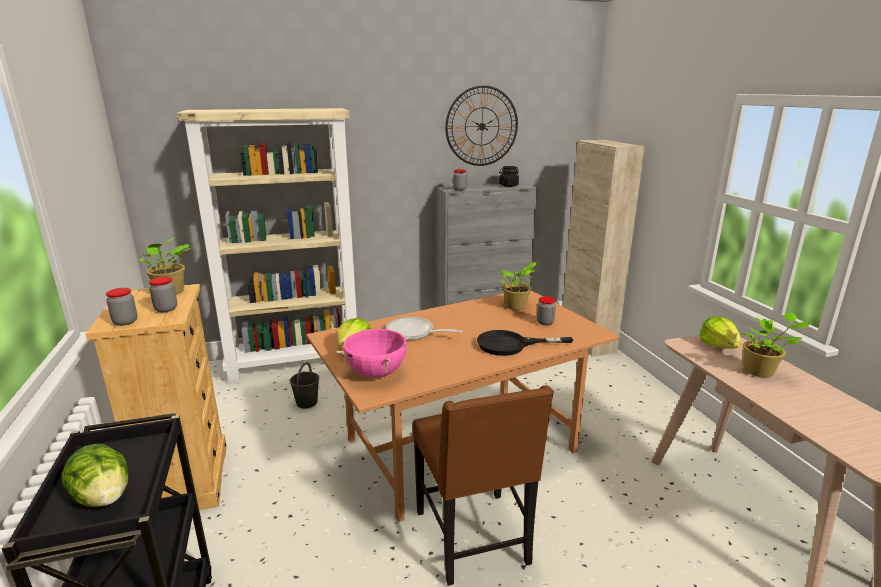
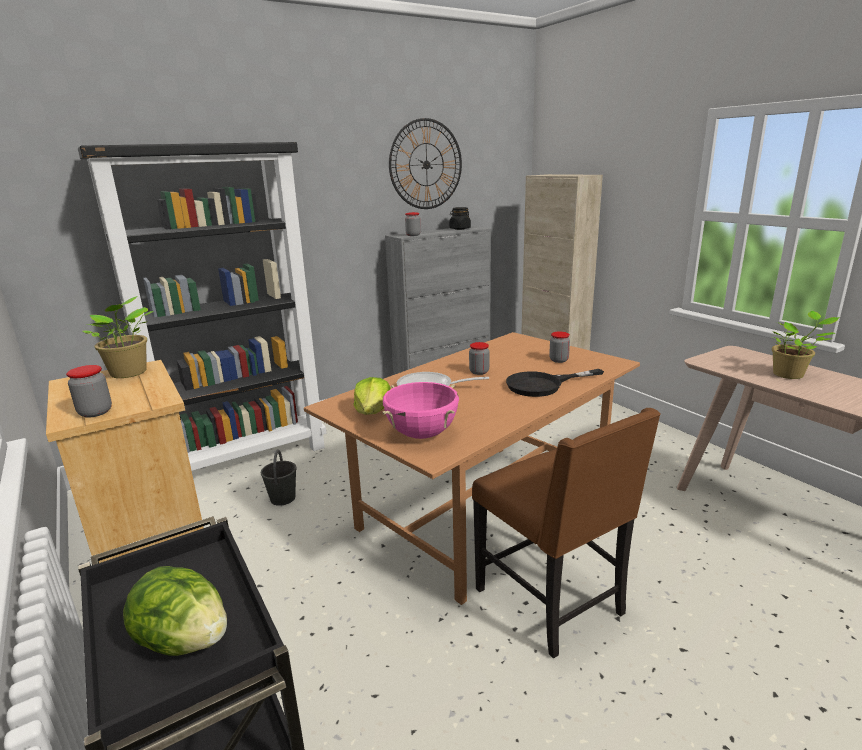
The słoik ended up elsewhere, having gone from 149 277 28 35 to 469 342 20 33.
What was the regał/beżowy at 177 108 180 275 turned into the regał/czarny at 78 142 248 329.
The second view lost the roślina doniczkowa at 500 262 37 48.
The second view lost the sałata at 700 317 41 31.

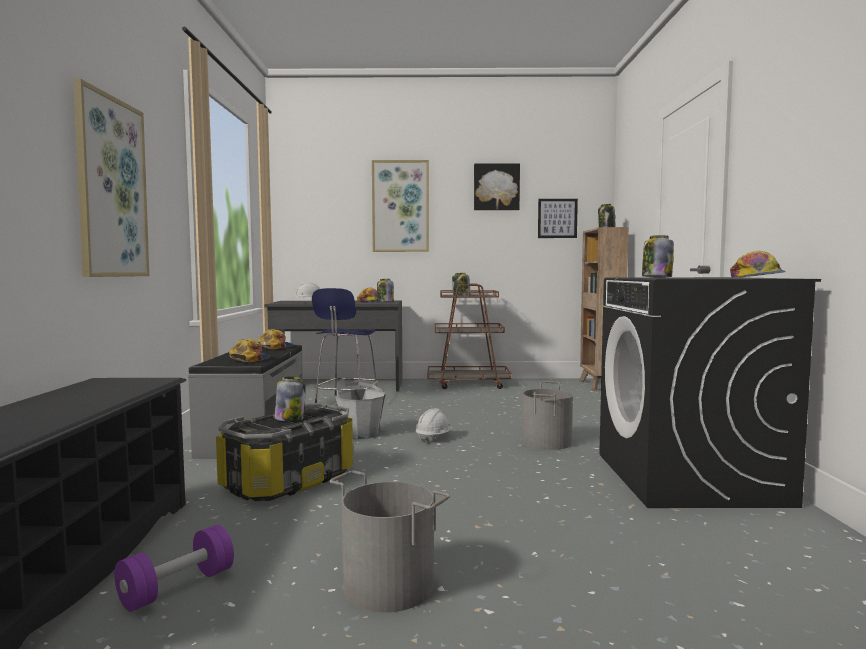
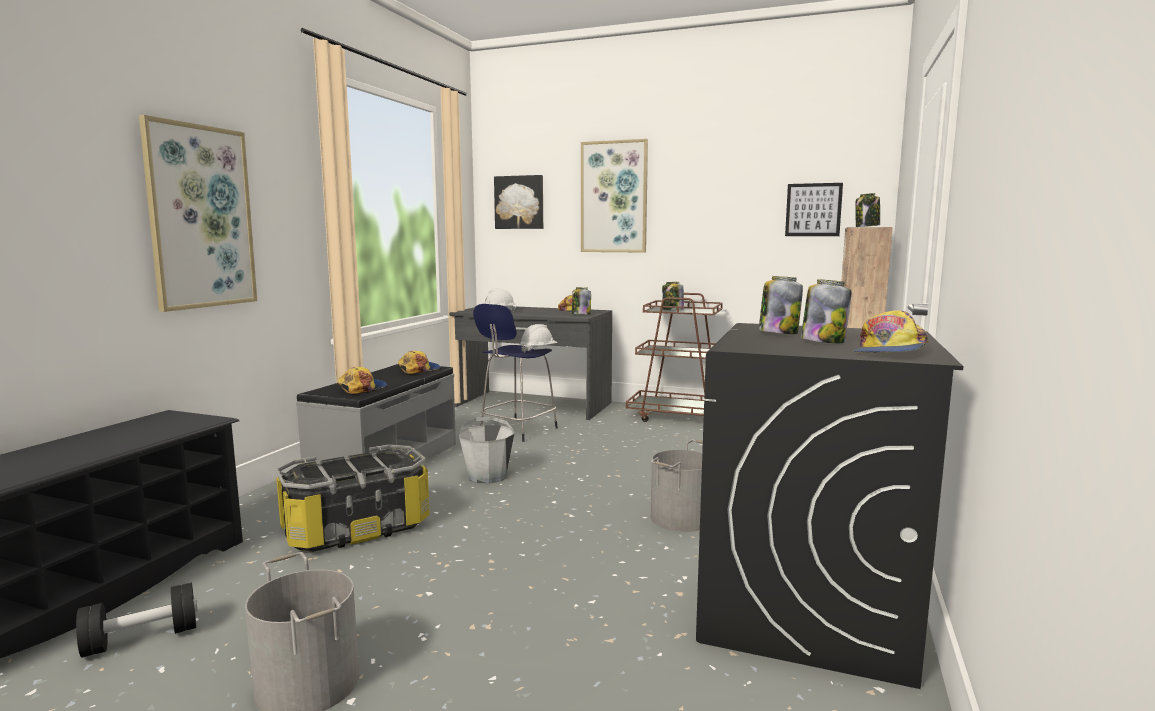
What was the hantel/fioletowy at 114 525 120 87 turned into the hantel/czarny at 76 583 121 75.
The słoik ended up elsewhere, having gone from 274 376 32 45 to 801 279 50 64.
The kask/biały ended up elsewhere, having gone from 415 409 38 34 to 520 324 38 29.
The obraz ended up elsewhere, having gone from 474 163 46 47 to 494 175 49 54.

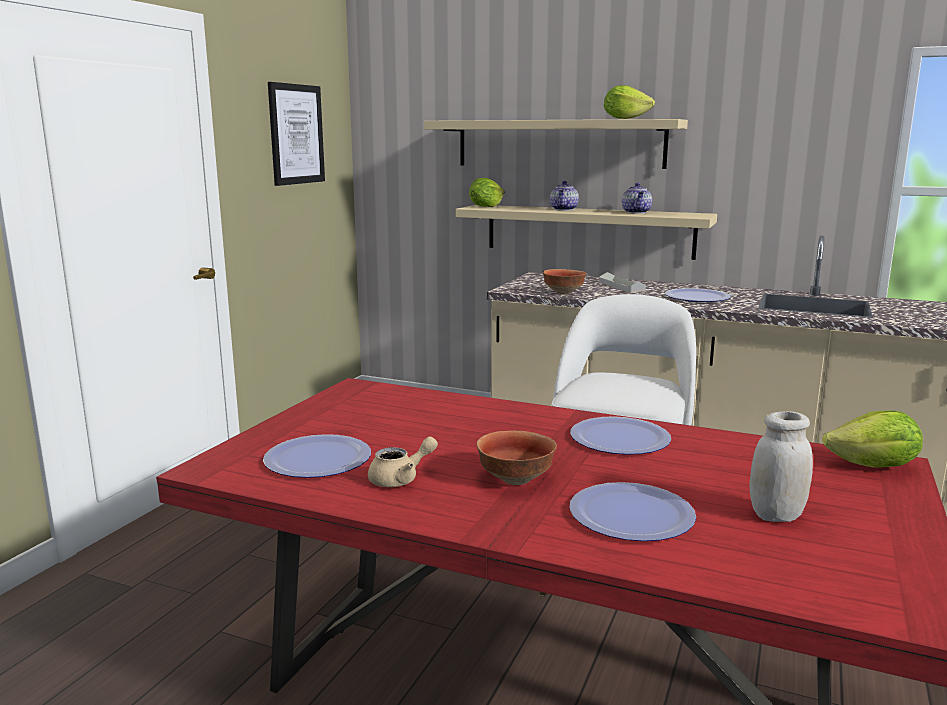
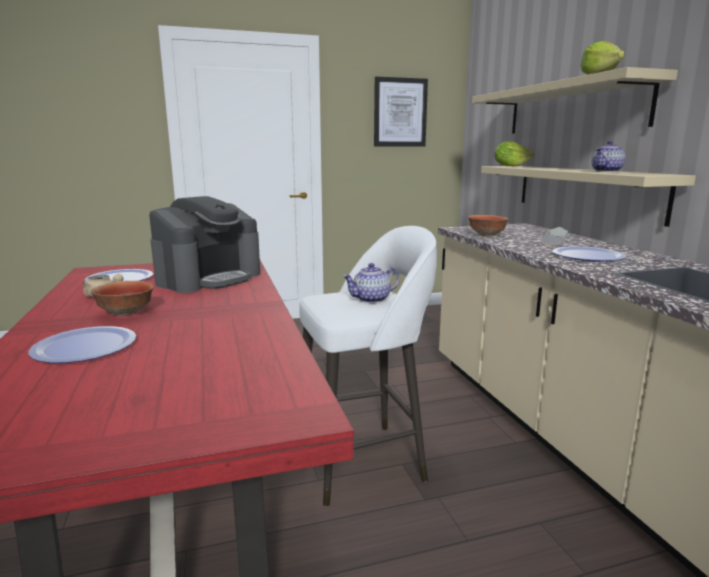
The imbryk ended up elsewhere, having gone from 550 181 29 30 to 342 263 58 40.
The second view lost the talerz at 570 416 101 39.
The second view lost the słoik/biały at 750 411 63 111.
The second view lost the sałata at 823 411 100 57.
The second view gained the ekspres do kawy at 149 196 111 97.

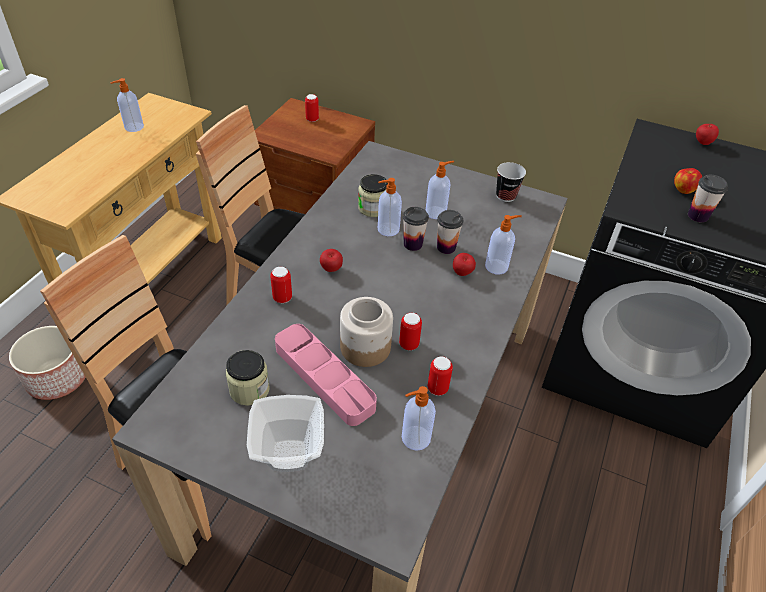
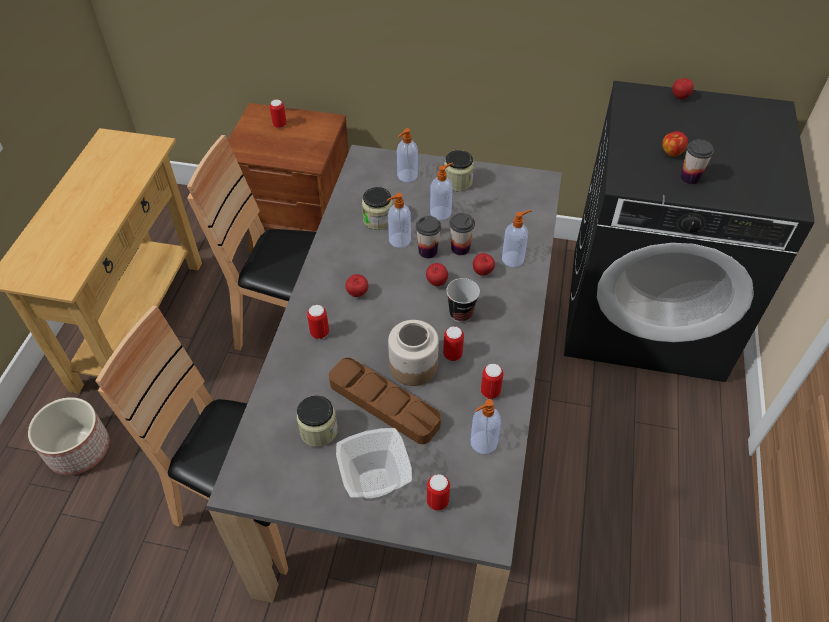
The dozownik mydła ended up elsewhere, having gone from 111 78 33 54 to 397 128 21 54.
What was the taca/różowy at 275 324 102 102 turned into the taca/brązowy at 329 357 112 87.
The filiżanka ended up elsewhere, having gone from 496 162 30 40 to 446 278 34 44.
The second view gained the jabłko at 426 263 22 23.
The second view gained the puszka at 427 474 23 37.
The second view gained the słoik at 444 150 30 41.

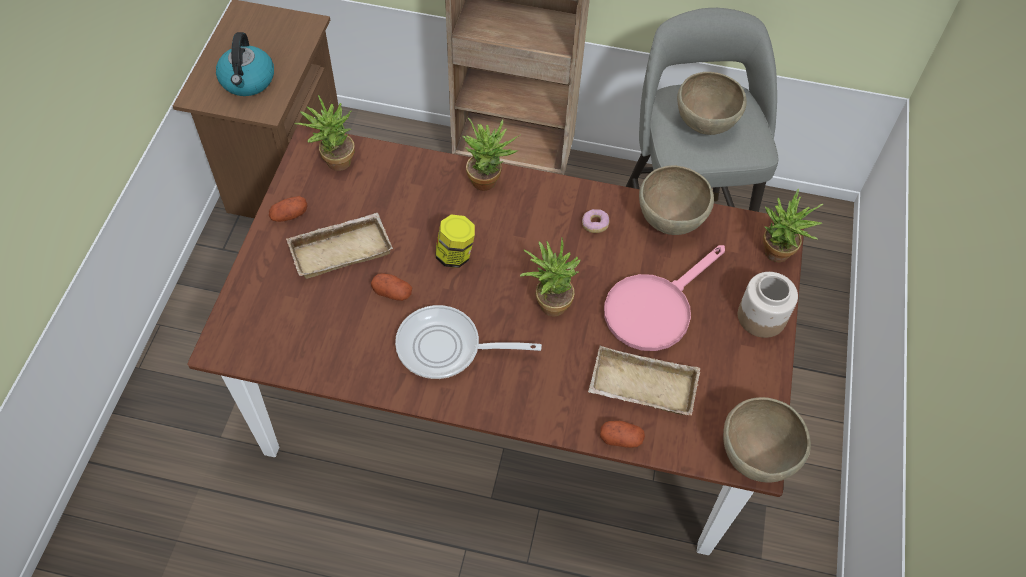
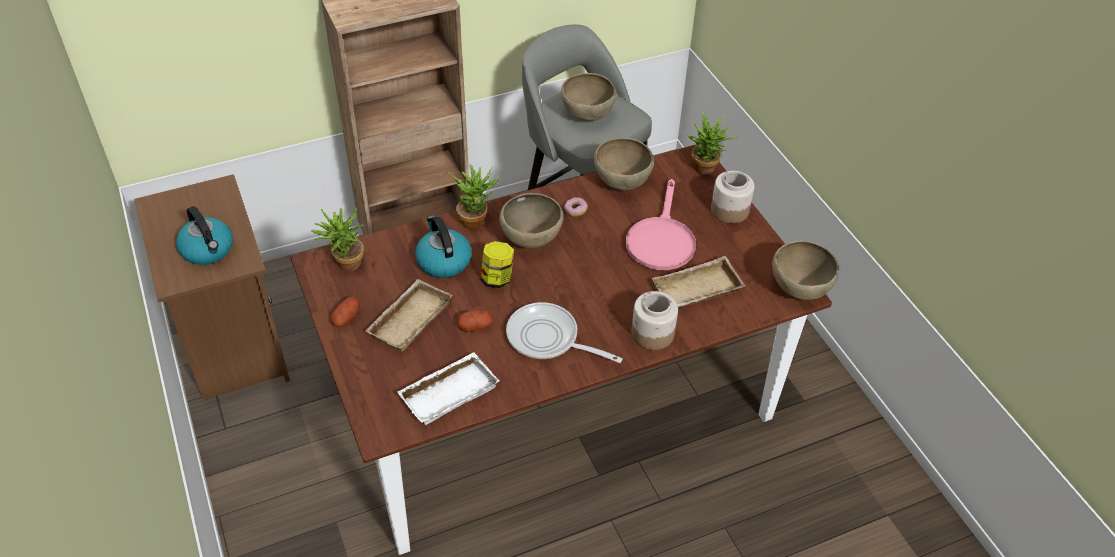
The patelnia at 395 305 147 74 ended up facing another way, 60 degrees clockwise from before.
The second view lost the roślina doniczkowa at 520 238 61 78.
The second view lost the ziemniak at 600 421 45 27.
The second view gained the taca/biały at 397 352 102 73.
The second view gained the czajnik at 415 215 57 63.
The second view gained the miska/brązowy at 499 193 64 55.
The second view gained the słoik at 631 291 47 59.

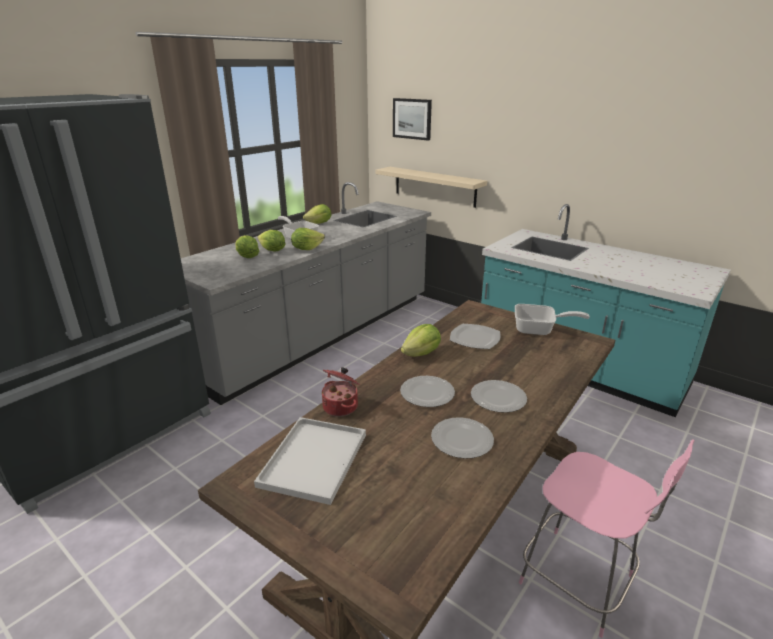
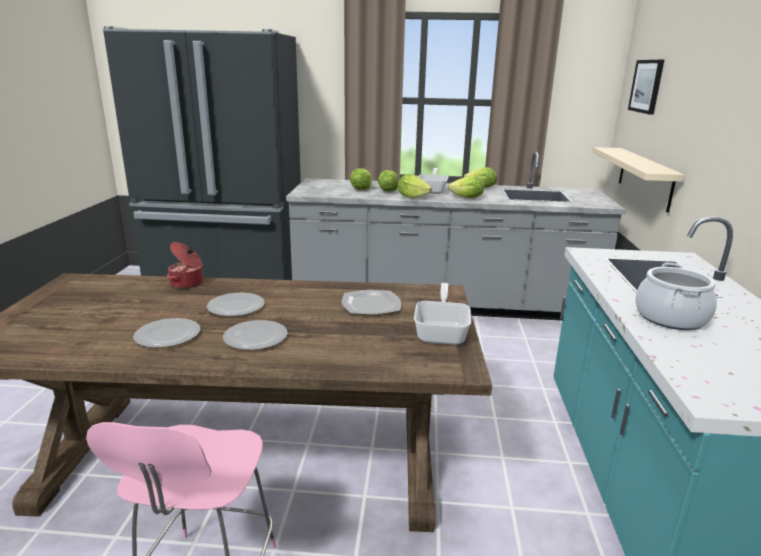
The second view lost the taca/biały at 254 417 112 88.
The sałata ended up elsewhere, having gone from 401 324 40 33 to 448 176 36 22.
The patelnia at 515 304 75 31 ended up facing another way, 150 degrees counterclockwise from before.
The second view gained the garnek at 635 263 82 67.

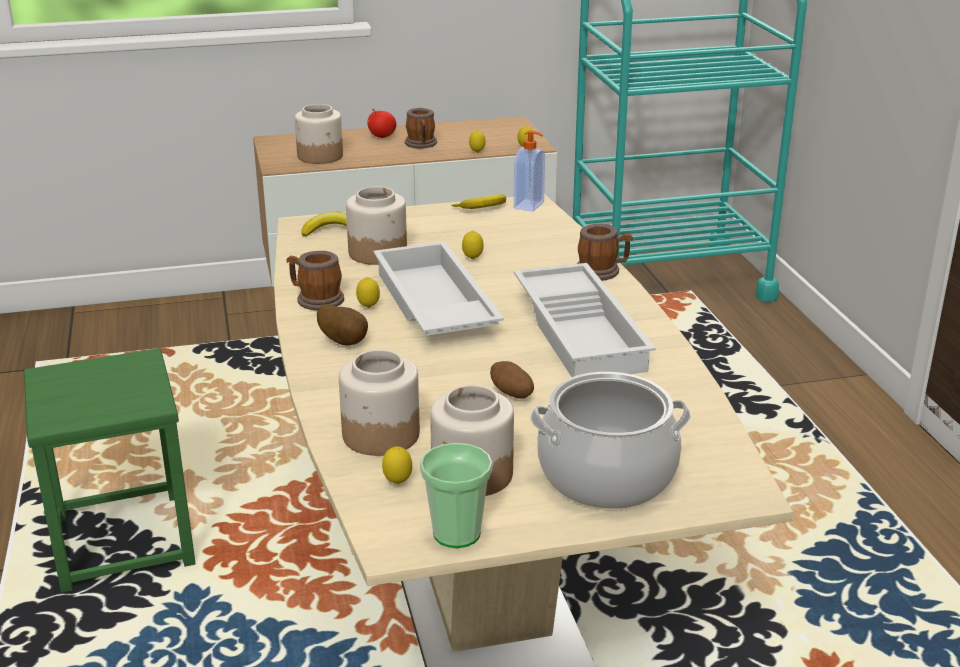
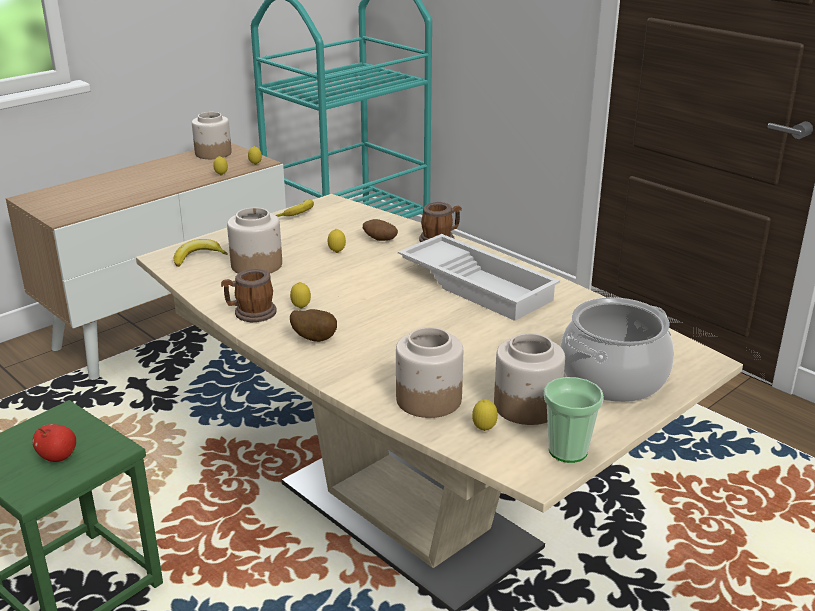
The słoik ended up elsewhere, having gone from 295 104 48 60 to 192 112 40 47.
The jabłko ended up elsewhere, having gone from 367 109 29 29 to 33 424 43 38.
The second view lost the taca/biały at 373 241 131 95.
The second view lost the kubek at 405 108 32 41.
The ziemniak ended up elsewhere, having gone from 490 361 44 38 to 363 219 35 22.
The second view lost the dozownik mydła at 514 131 31 81.

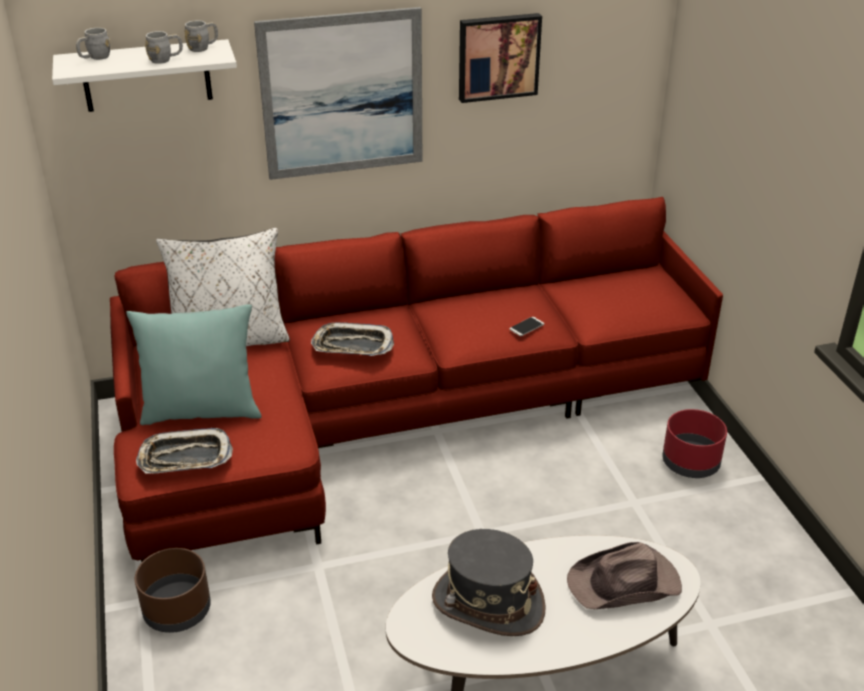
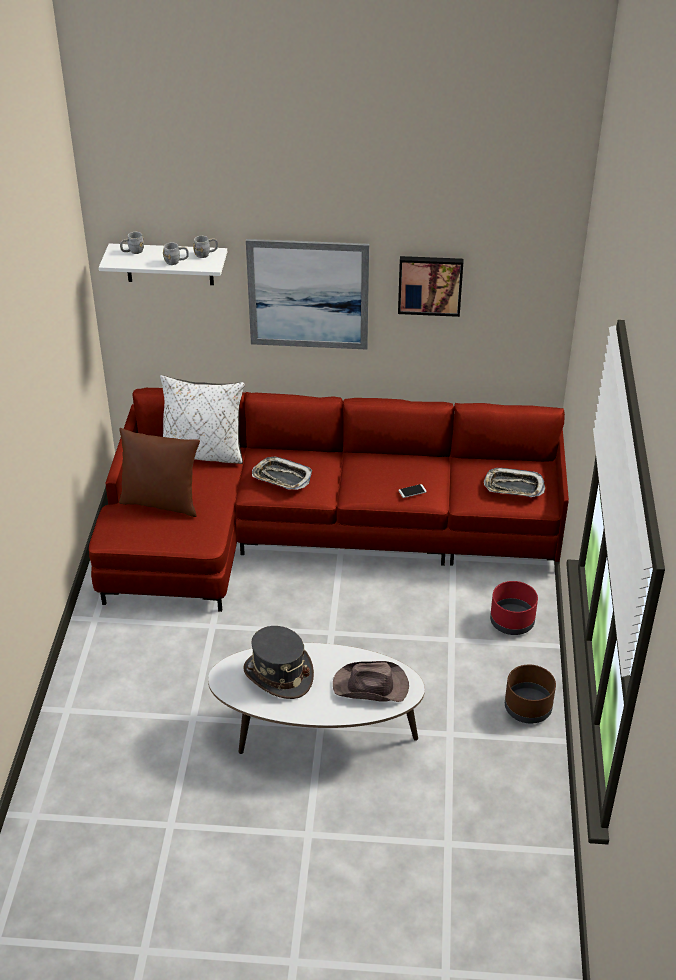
What was the poduszka/turkusowy at 126 304 136 121 turned into the poduszka/brązowy at 119 428 81 89.
The donica/brązowy ended up elsewhere, having gone from 135 548 76 85 to 505 665 51 59.
The taca ended up elsewhere, having gone from 136 428 97 46 to 483 468 62 29.

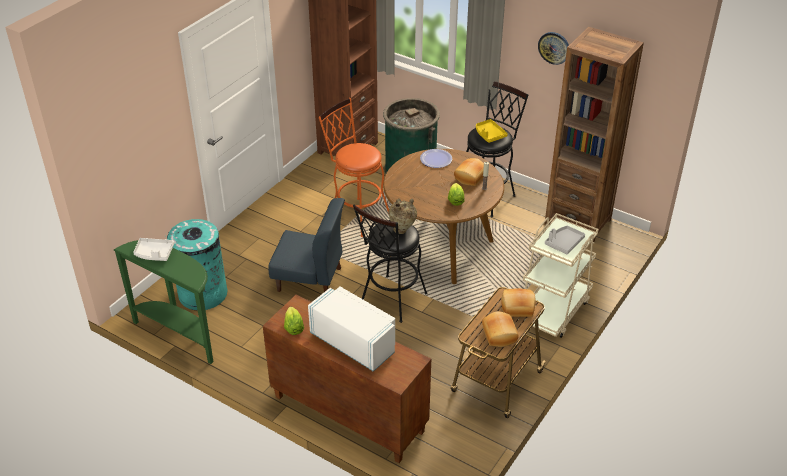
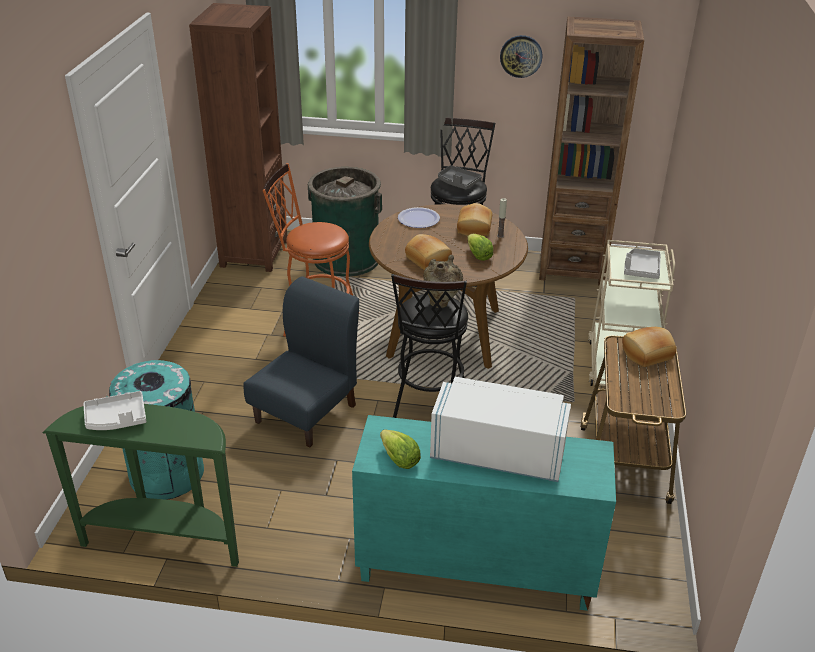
What was the szafka/brązowy at 263 295 168 168 turned into the szafka/turkusowy at 352 415 264 196.
The krzesło/niebieski at 268 198 77 94 ended up facing another way, 45 degrees counterclockwise from before.
What was the taca/żółty at 476 119 32 24 turned into the taca/szary at 438 165 44 24.
The chleb ended up elsewhere, having gone from 482 311 37 36 to 405 234 47 36.

